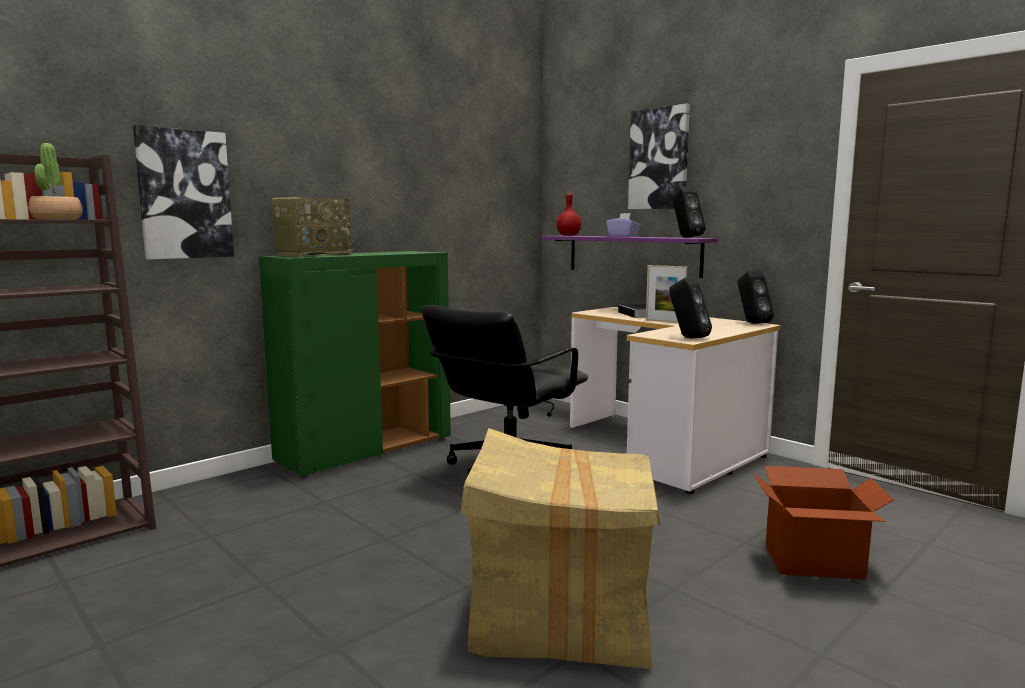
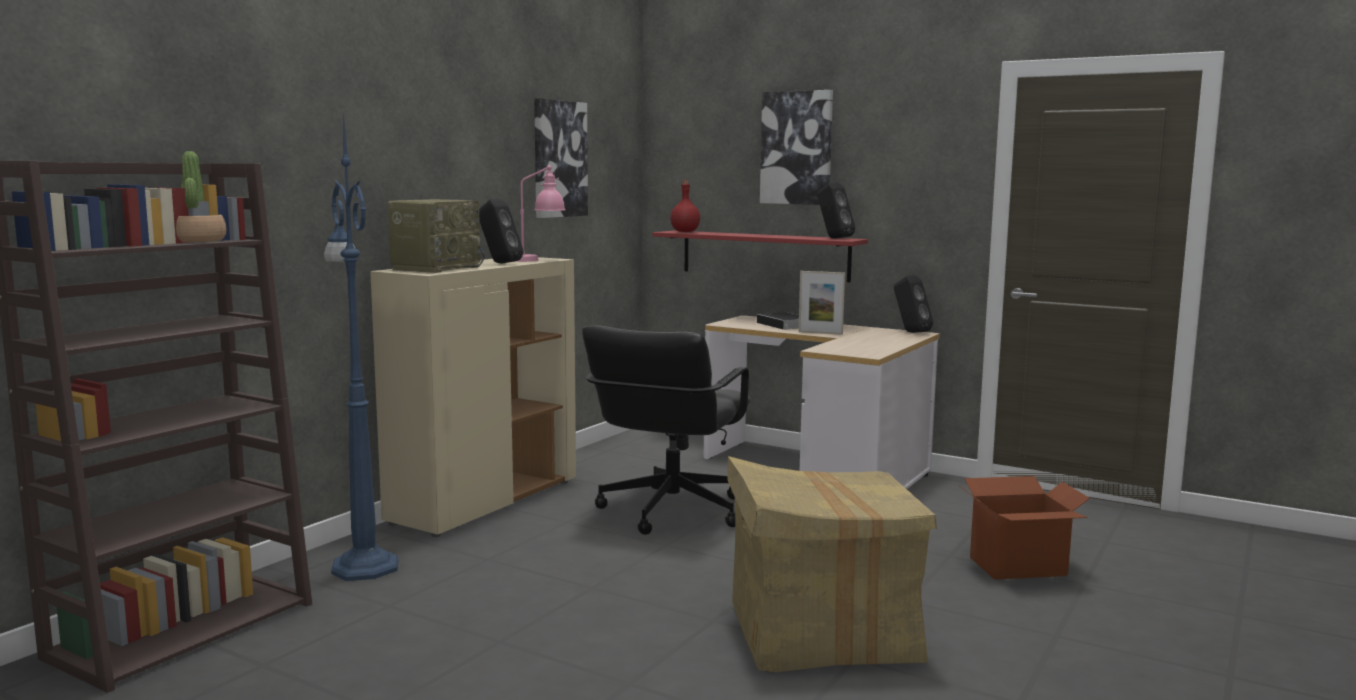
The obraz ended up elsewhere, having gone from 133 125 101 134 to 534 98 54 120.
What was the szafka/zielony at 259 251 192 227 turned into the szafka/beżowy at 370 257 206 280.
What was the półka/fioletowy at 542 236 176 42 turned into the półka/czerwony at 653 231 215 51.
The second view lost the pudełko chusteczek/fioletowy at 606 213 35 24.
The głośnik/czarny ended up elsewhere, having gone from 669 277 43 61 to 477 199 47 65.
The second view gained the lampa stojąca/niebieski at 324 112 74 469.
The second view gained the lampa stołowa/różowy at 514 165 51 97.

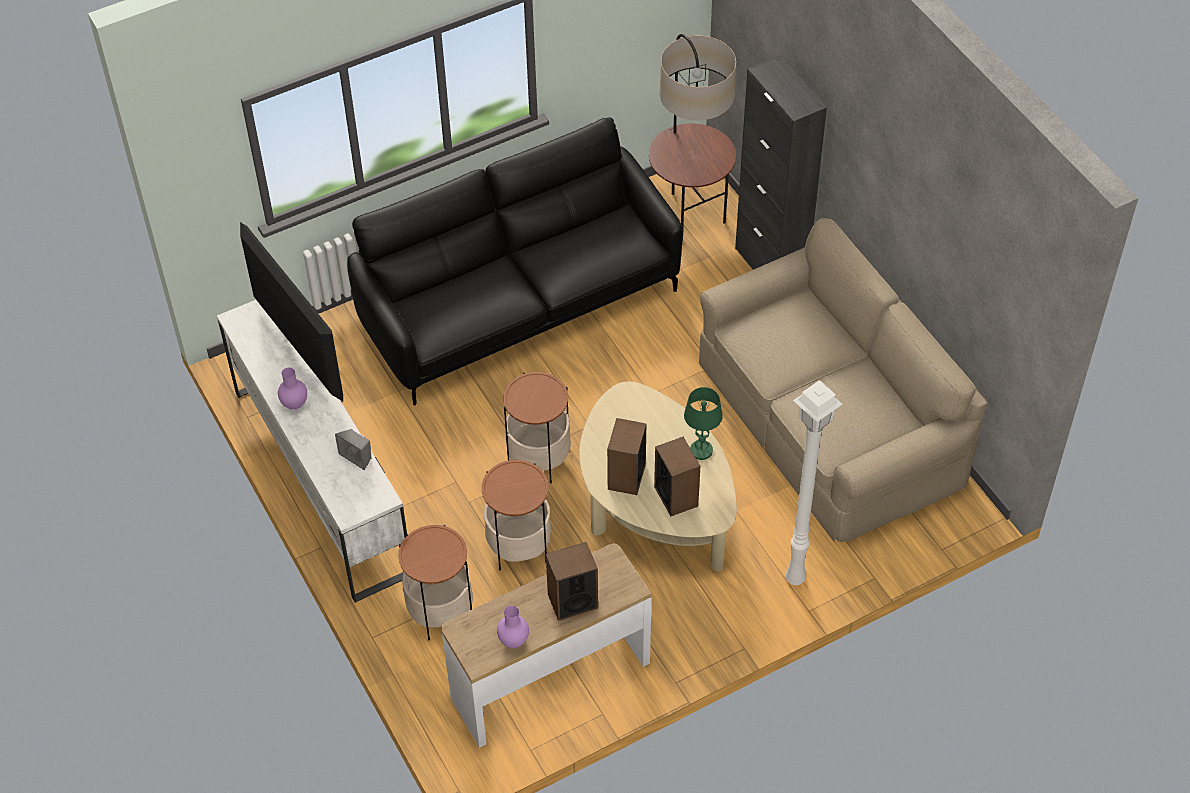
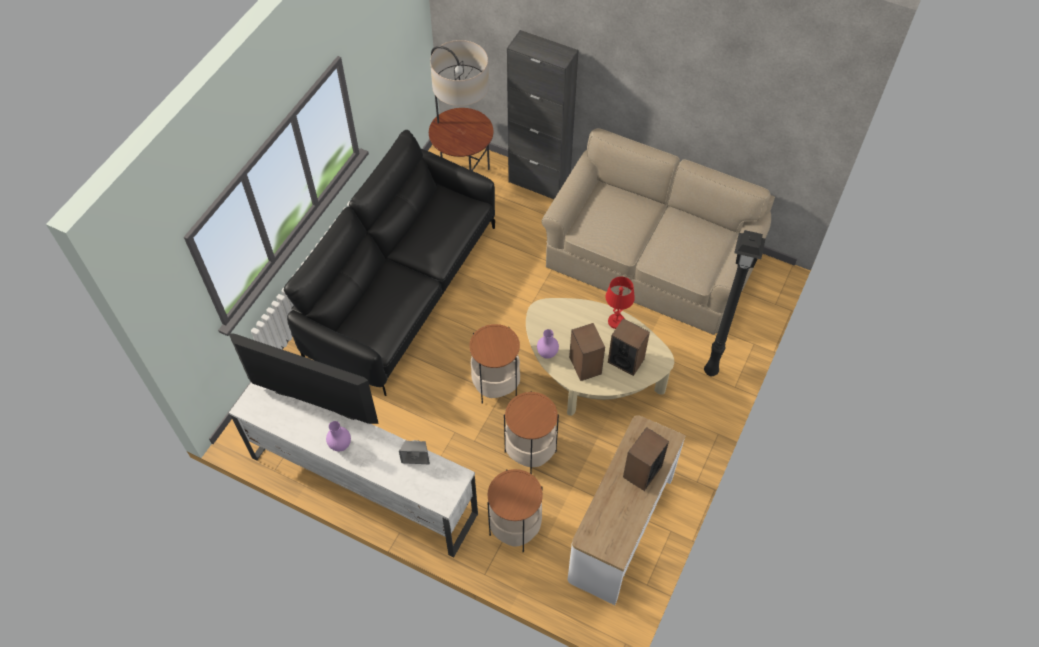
The wazon/fioletowy ended up elsewhere, having gone from 497 605 32 43 to 537 329 22 30.
What was the lampa stołowa/zielony at 684 387 39 73 turned into the lampa stołowa/czerwony at 605 277 30 52.
What was the lampa stojąca/biały at 785 380 58 205 turned into the lampa stojąca/czarny at 704 230 61 146.

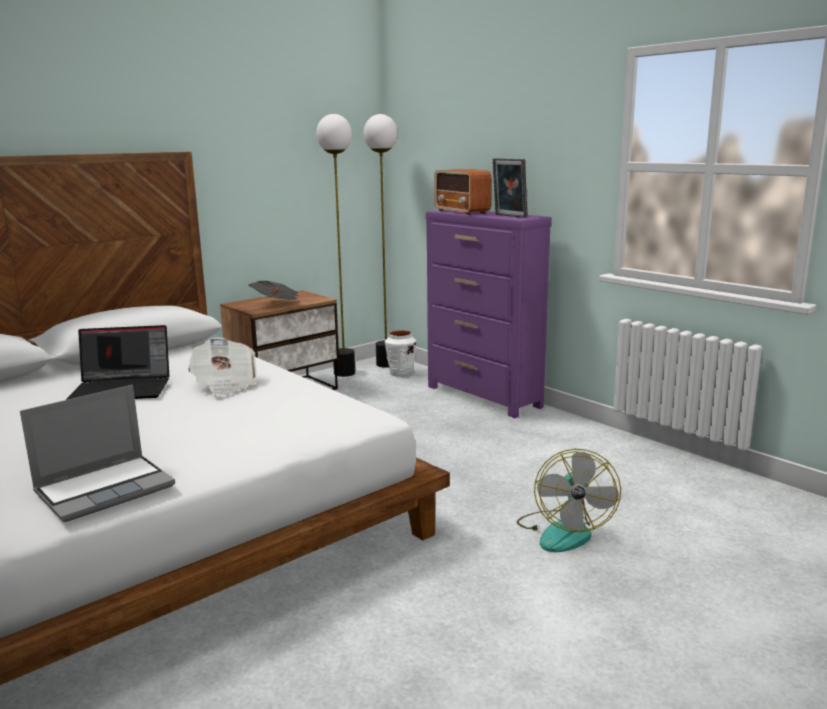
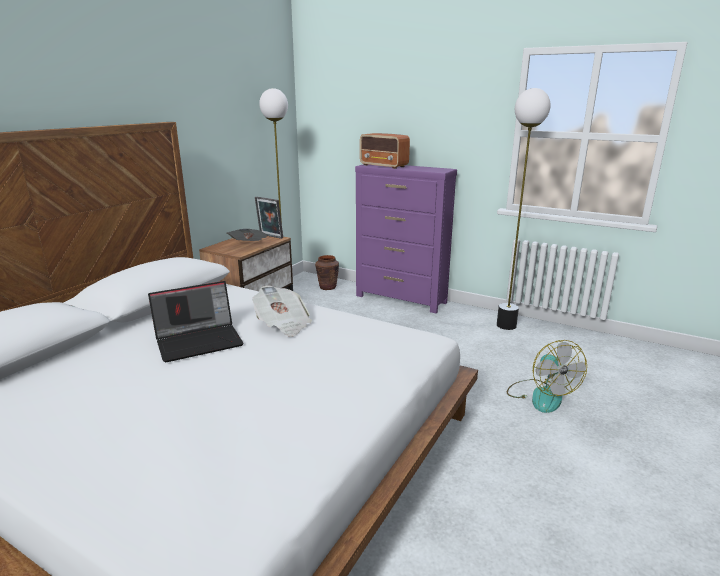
The second view lost the laptop at 20 385 155 137.
The lampa stojąca ended up elsewhere, having gone from 364 114 34 254 to 497 88 54 242.
What was the wazon/biały at 385 330 32 47 turned into the wazon/brązowy at 315 255 24 35.
The ramka na zdjęcie ended up elsewhere, having gone from 493 158 35 60 to 255 197 28 42.

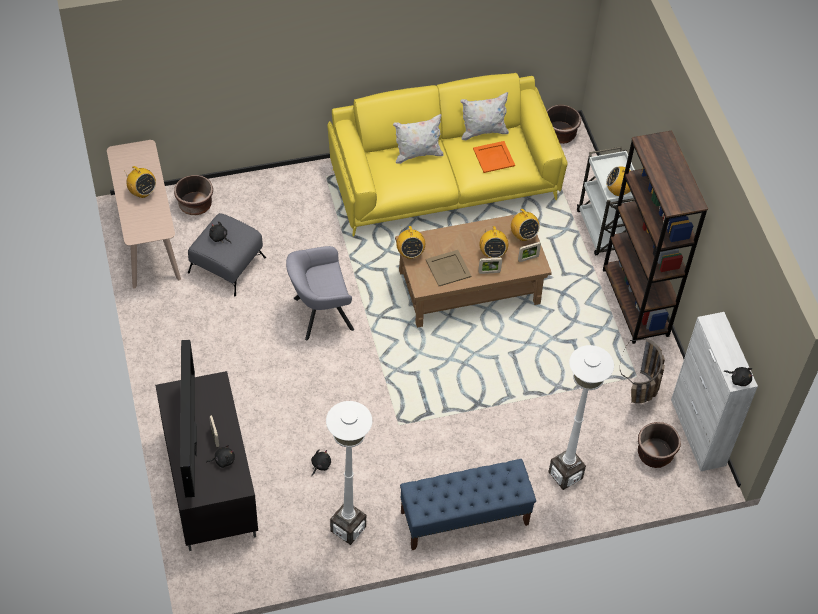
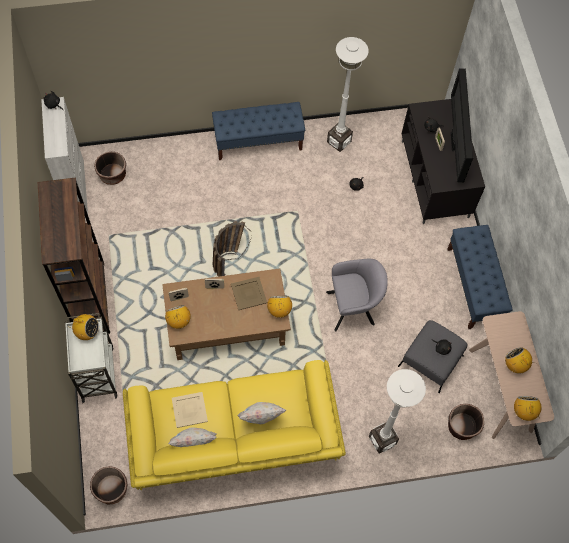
What was the taca/pomarańczowy at 473 141 42 32 turned into the taca/beżowy at 172 392 36 36.
The radio ended up elsewhere, having gone from 479 225 29 33 to 514 396 28 25.
The lampa stojąca/biały ended up elsewhere, having gone from 548 345 66 145 to 369 369 57 85.
The koszyk ended up elsewhere, having gone from 620 338 45 65 to 213 221 39 56.
The second view gained the ławka/niebieski at 447 225 66 104.

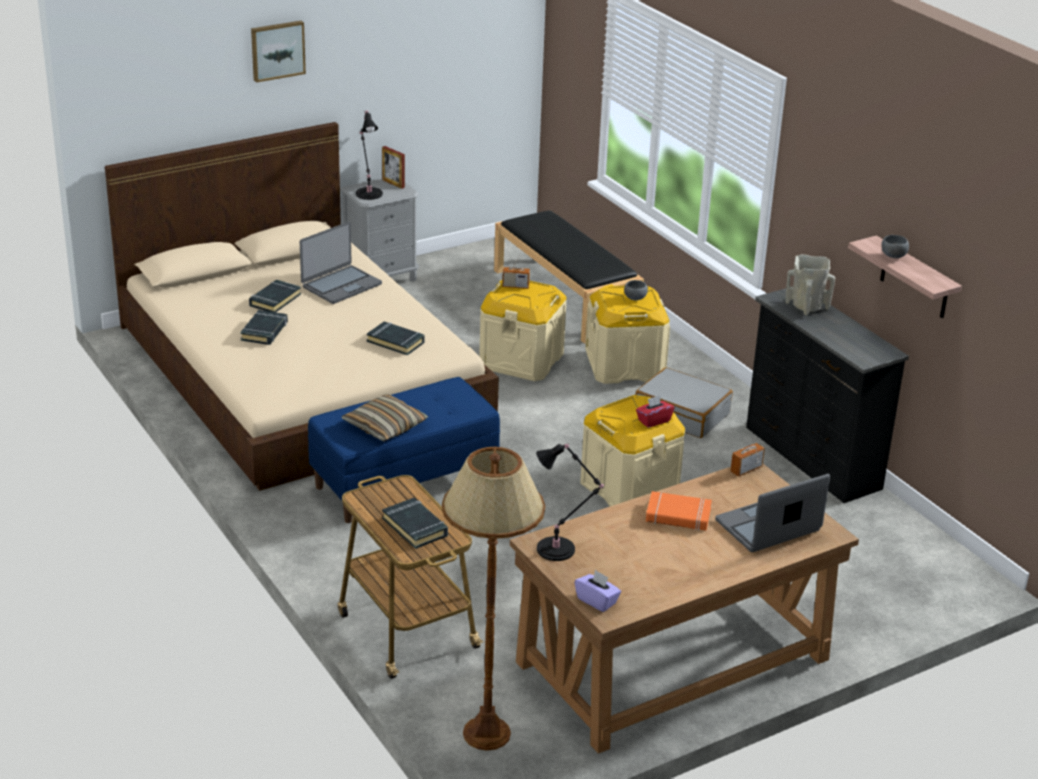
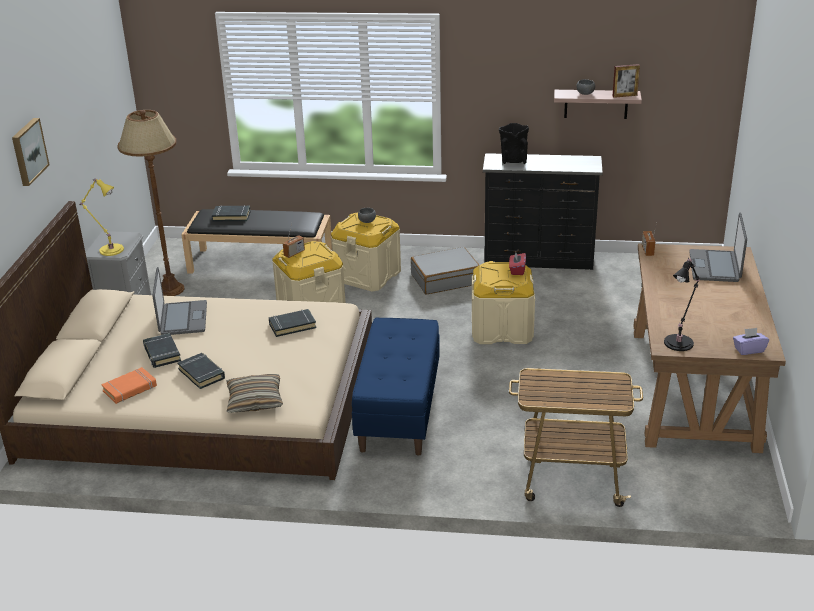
The poduszka ended up elsewhere, having gone from 342 394 86 48 to 226 374 57 39.
What was the lampa stołowa/czarny at 356 110 27 90 turned into the lampa stołowa/żółty at 80 179 44 77.
The ramka na zdjęcie ended up elsewhere, having gone from 382 146 23 43 to 612 64 28 34.
The książka/czarny ended up elsewhere, having gone from 382 498 66 51 to 212 205 39 17.
The lampa stojąca/brązowy ended up elsewhere, having gone from 442 447 103 304 to 117 110 68 186.
The książka/pomarańczowy ended up elsewhere, having gone from 646 491 66 40 to 101 367 56 37.
What was the wazon/beżowy at 785 254 50 61 turned into the wazon/czarny at 499 123 30 41.

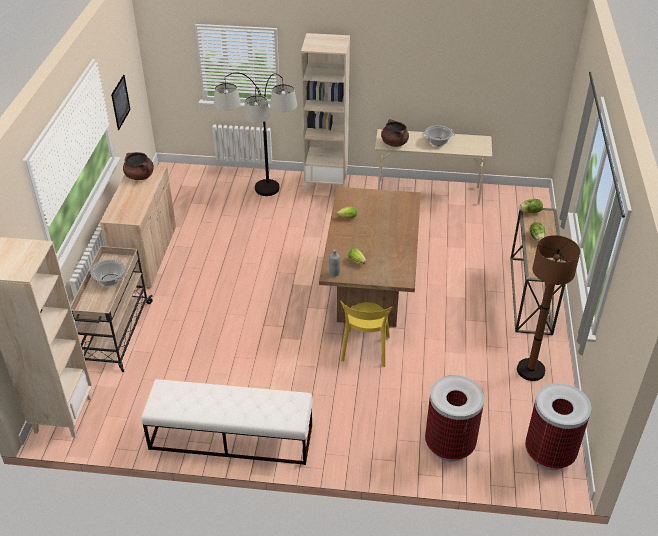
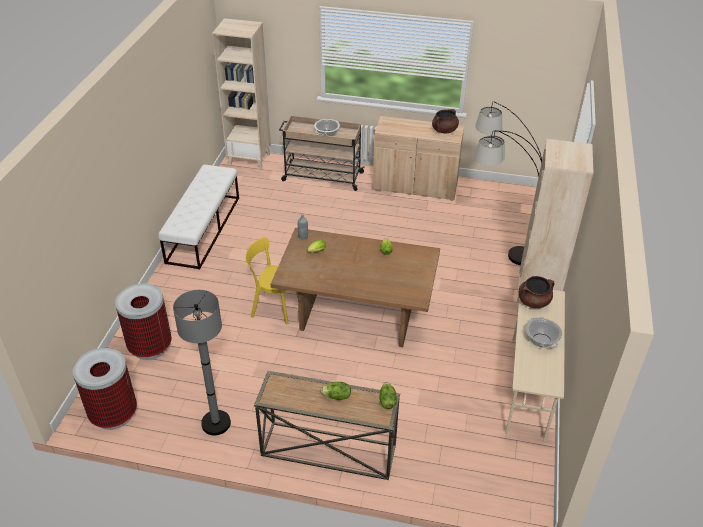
The second view lost the obraz at 111 75 20 55.
What was the lampa stojąca/brązowy at 517 235 63 146 turned into the lampa stojąca/szary at 173 290 58 145.

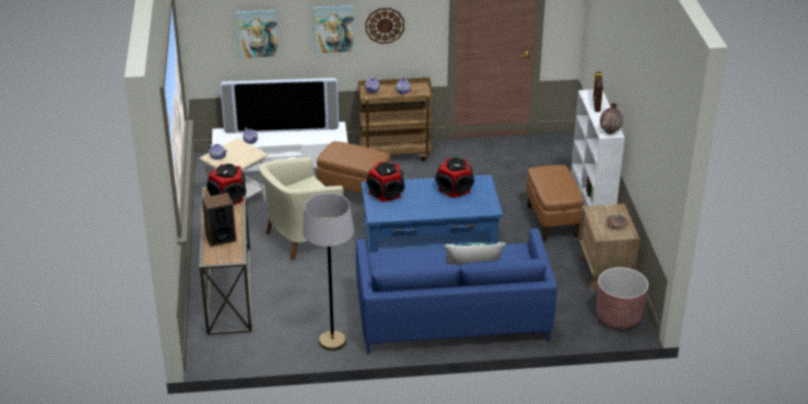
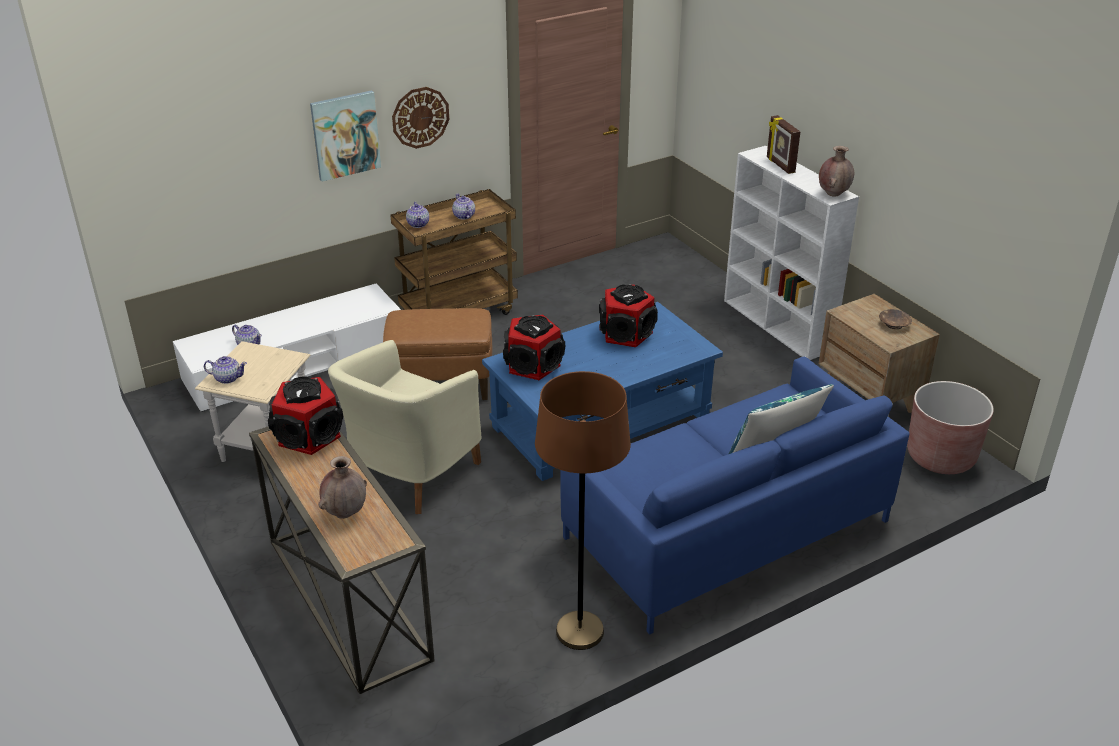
Where the głośnik stood at 202 193 34 54, the wazon/brązowy came to stand at 318 456 49 63.
The second view lost the telewizor at 220 78 119 55.
The second view lost the obraz at 235 10 44 48.
What was the lampa stojąca/szary at 303 193 51 158 turned into the lampa stojąca/brązowy at 535 371 96 279.
The second view lost the pufa/brązowy at 526 165 58 76.

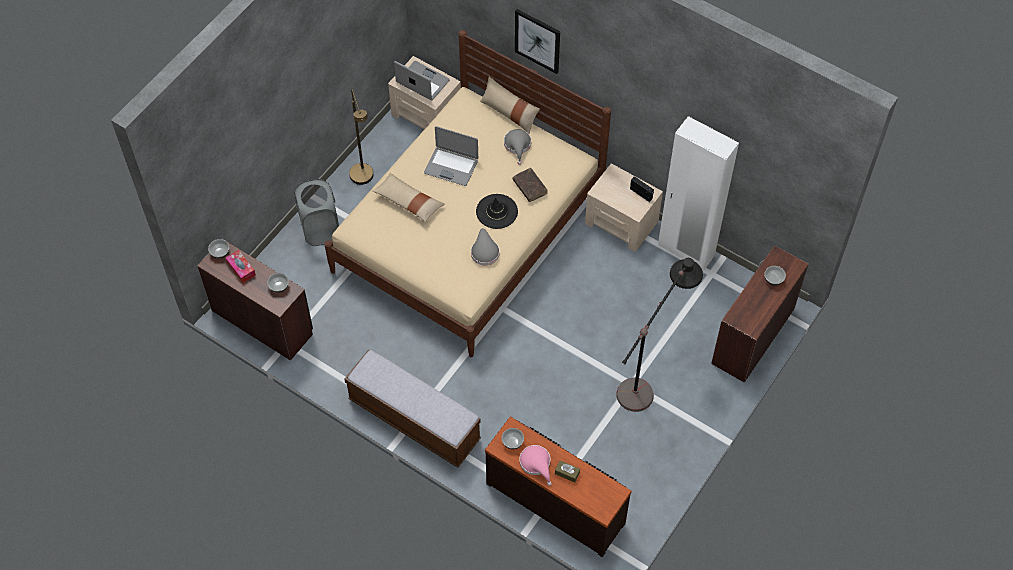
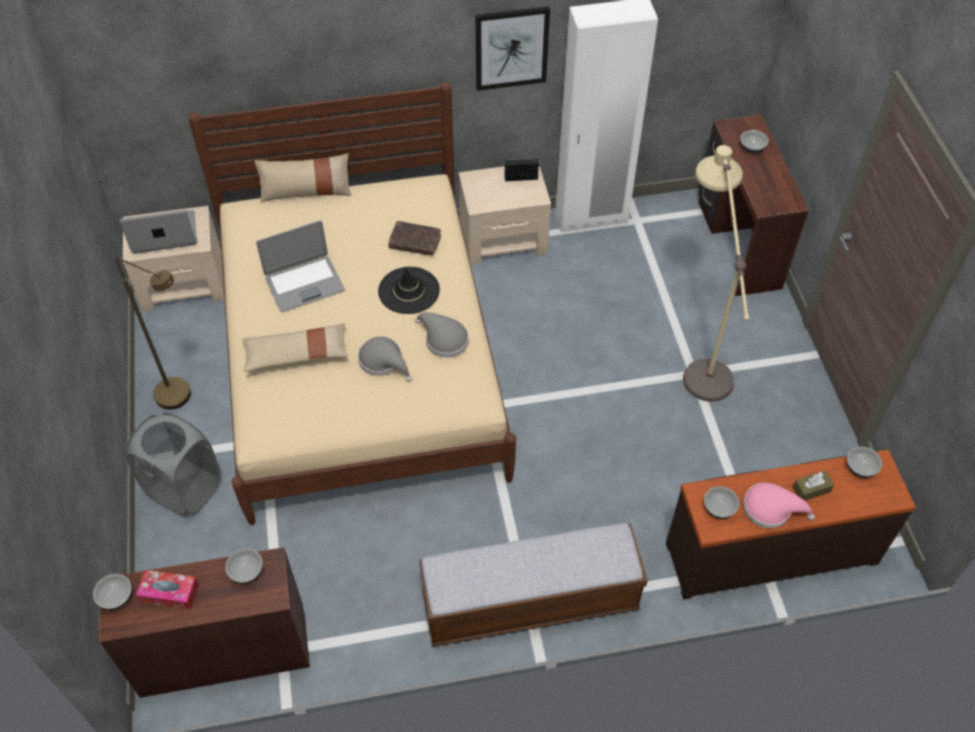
The kapelusz/szary ended up elsewhere, having gone from 504 129 27 36 to 358 337 54 45.
The obraz ended up elsewhere, having gone from 515 9 45 65 to 476 6 74 85.
What was the lampa stojąca/czarny at 616 258 87 154 turned into the lampa stojąca/beżowy at 683 145 67 257.
The second view gained the miska at 847 446 35 32.

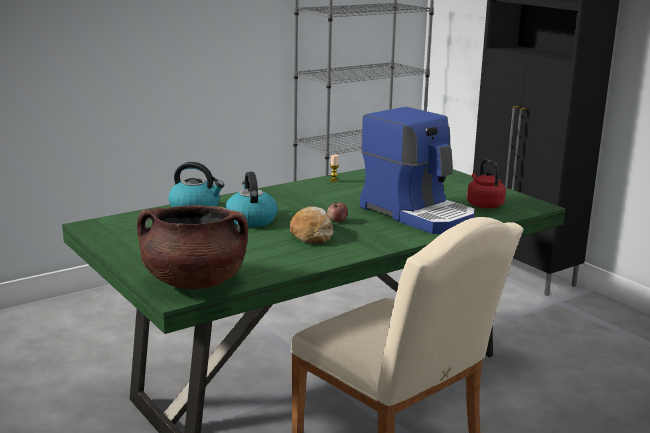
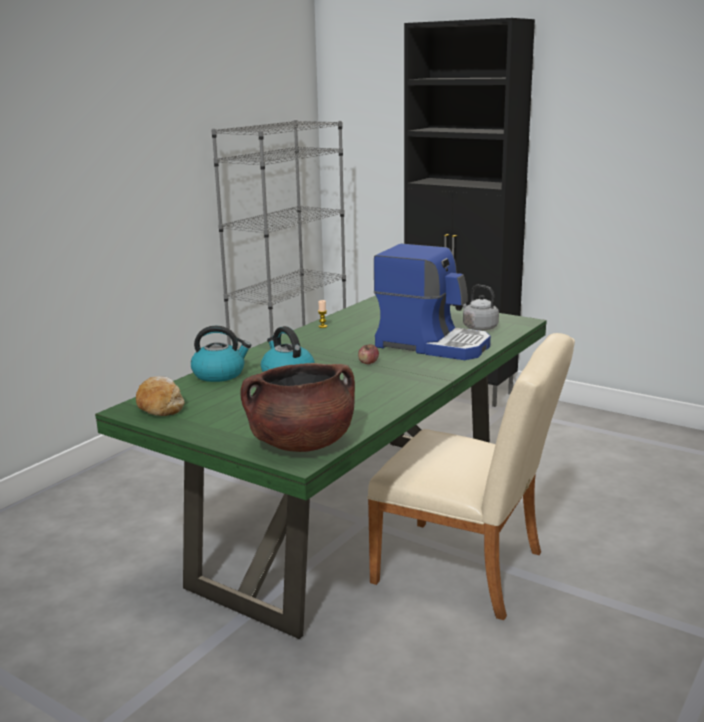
The chleb ended up elsewhere, having gone from 290 207 43 37 to 136 376 49 40.
What was the czajnik/czerwony at 467 160 39 49 turned into the czajnik/szary at 463 285 36 46.

